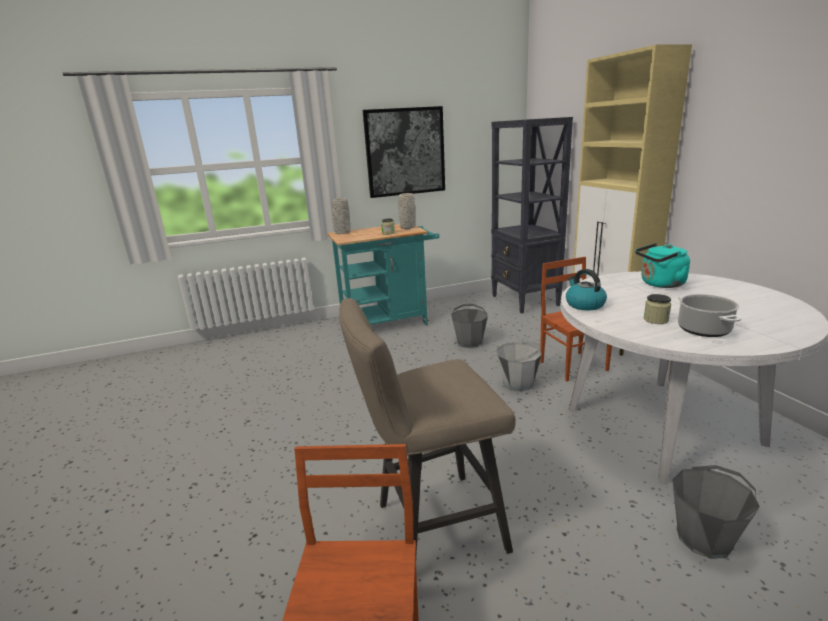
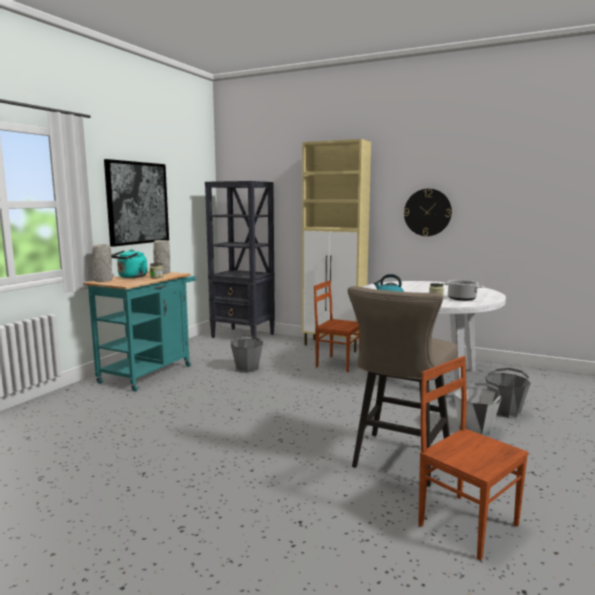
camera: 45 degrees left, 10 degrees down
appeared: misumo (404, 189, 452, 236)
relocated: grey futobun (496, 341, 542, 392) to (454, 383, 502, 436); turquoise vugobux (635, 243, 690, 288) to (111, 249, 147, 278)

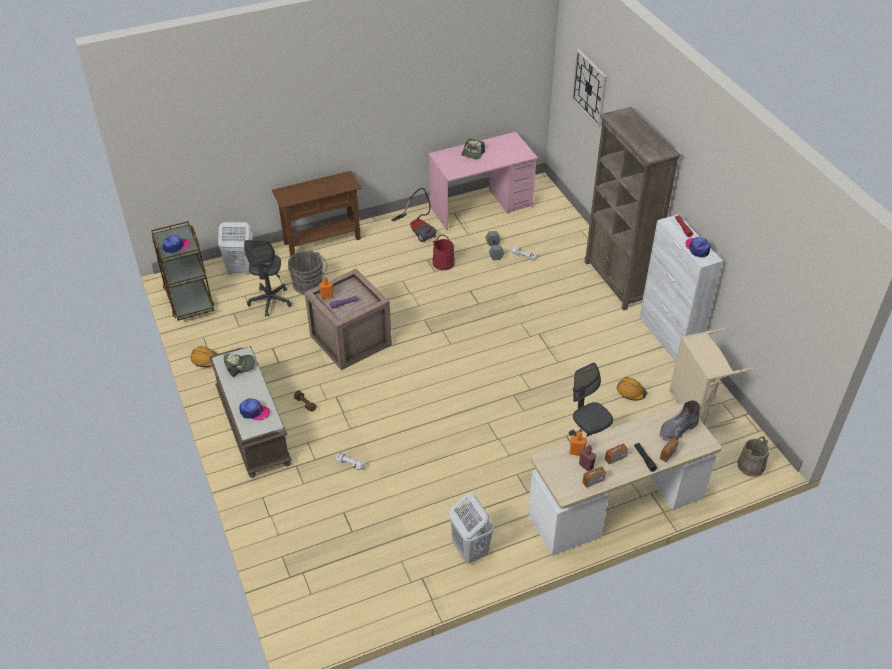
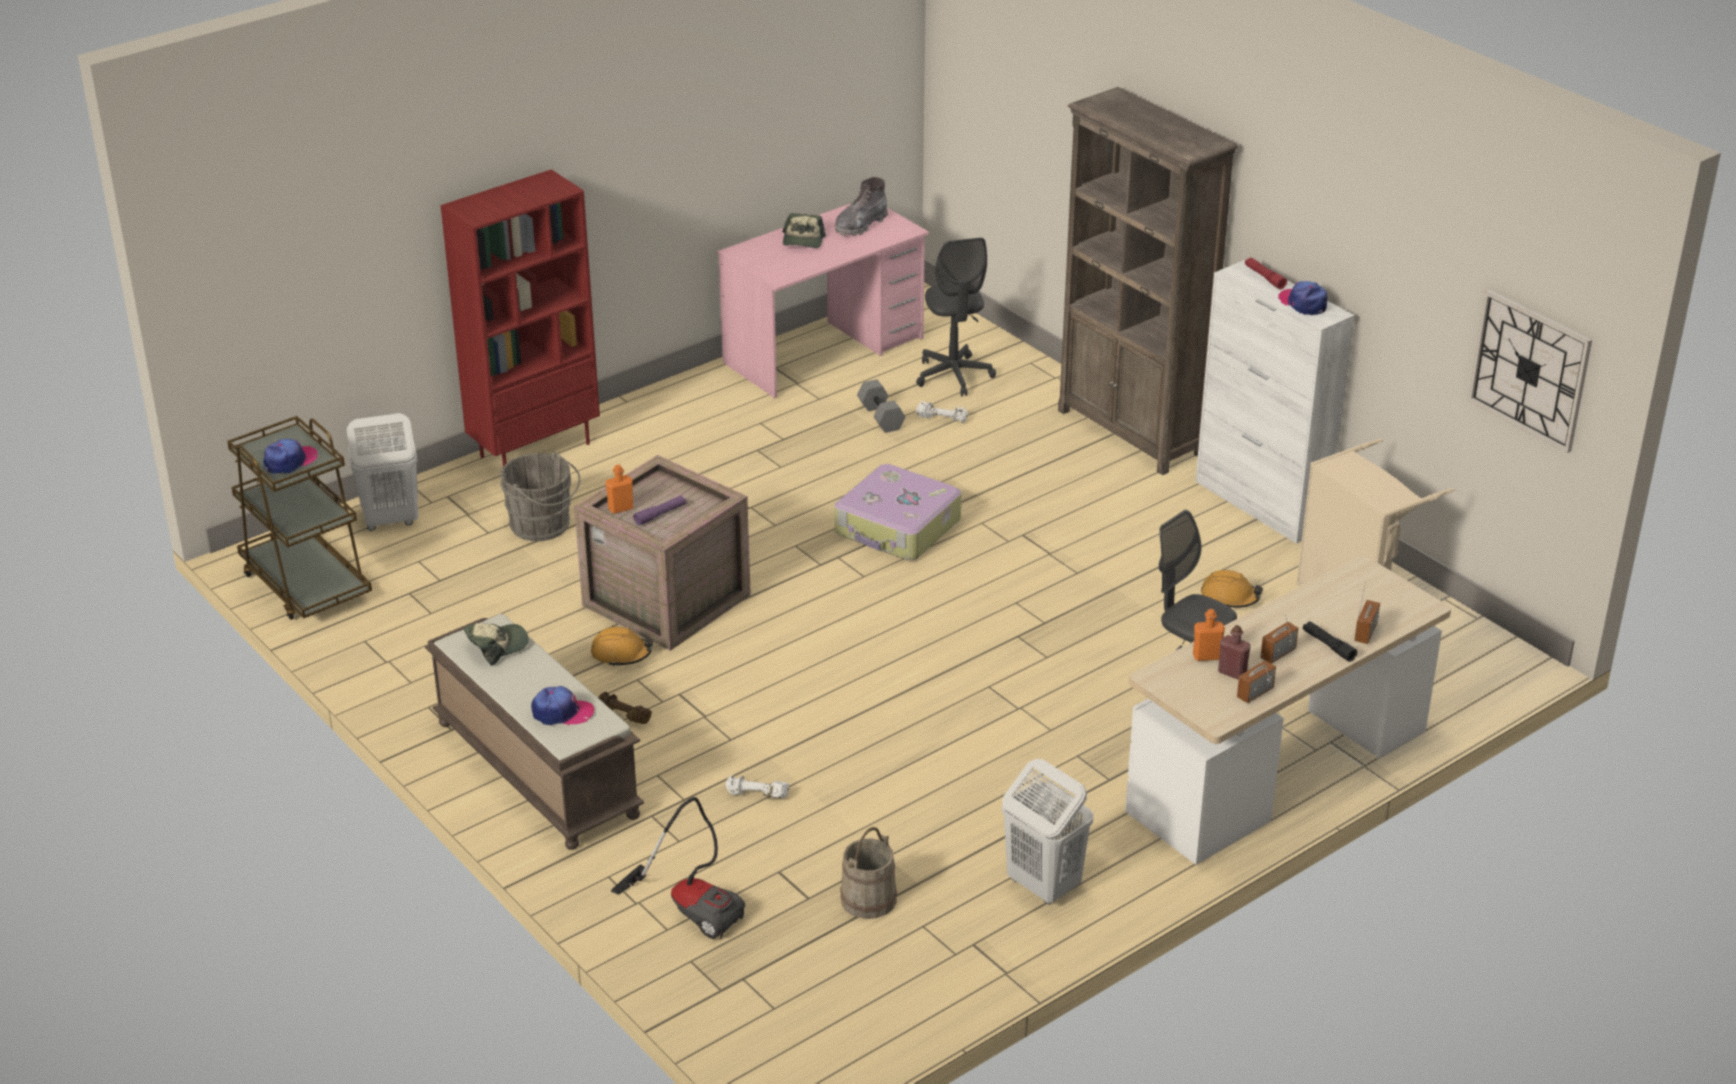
camera: 15 degrees left, 10 degrees down
missing: red futobun (432, 235, 455, 270)
appeared: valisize (834, 464, 962, 560)
relocated: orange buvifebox (191, 346, 217, 367) to (591, 627, 653, 667); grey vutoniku (244, 240, 292, 317) to (916, 238, 996, 396); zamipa (391, 188, 437, 243) to (611, 797, 745, 939); misumo (572, 49, 607, 128) to (1468, 289, 1592, 453); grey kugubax (659, 400, 701, 441) to (835, 177, 888, 236); beige futobun (738, 437, 769, 477) to (840, 827, 897, 919)
exchanged: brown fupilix (272, 171, 362, 256) to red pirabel (441, 169, 600, 466)

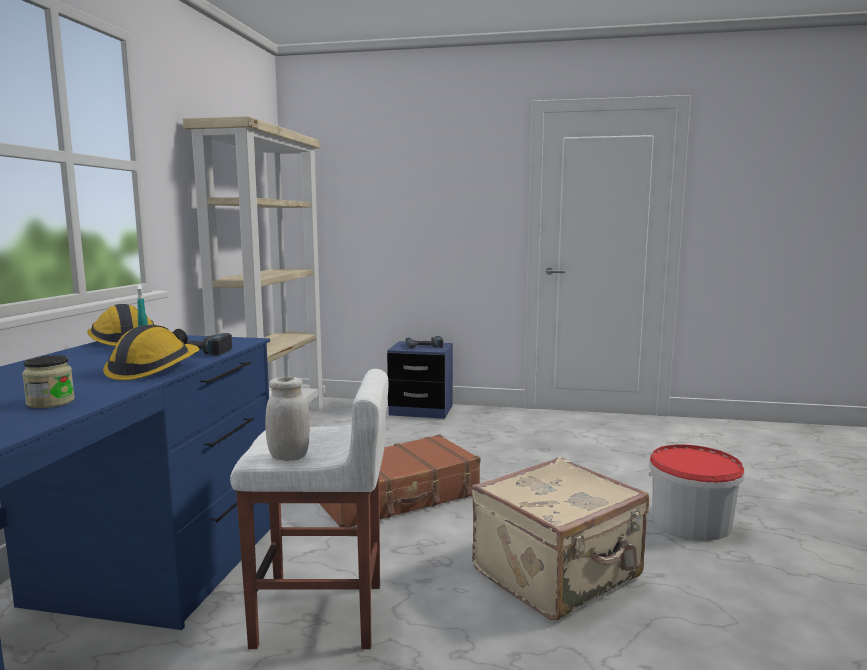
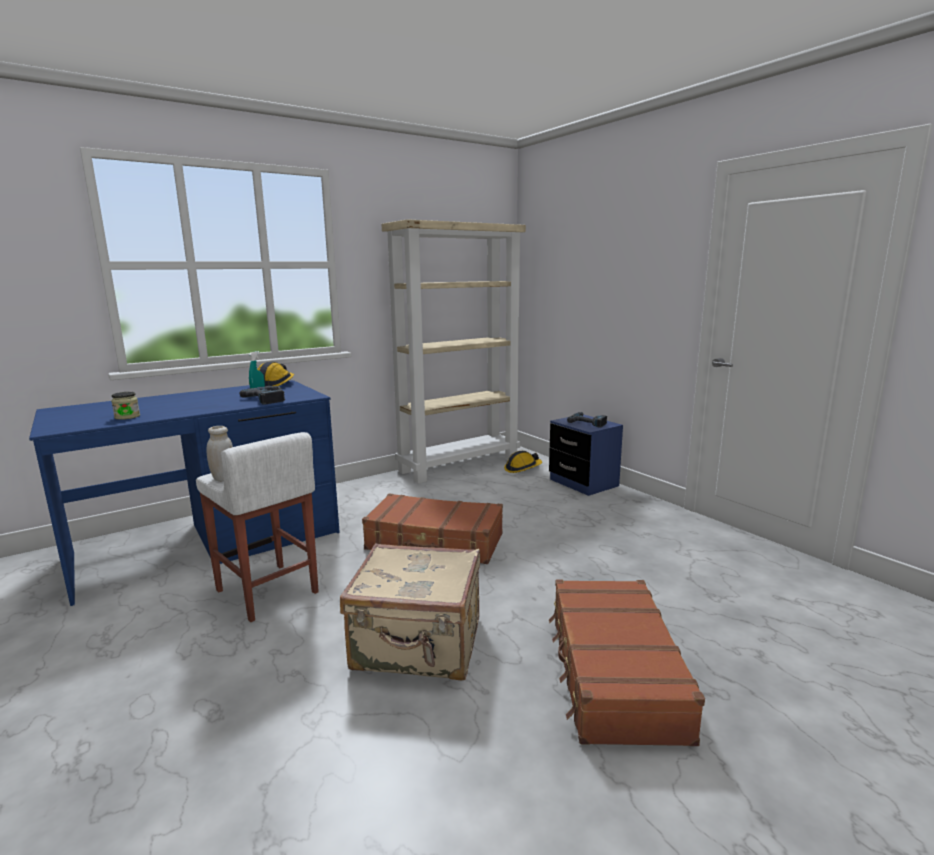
camera: 45 degrees right, 5 degrees up
relocated: buvifebox (103, 325, 200, 380) to (504, 451, 542, 473)
exchanged: futobun (649, 444, 744, 541) to brown valisize (549, 579, 705, 746)

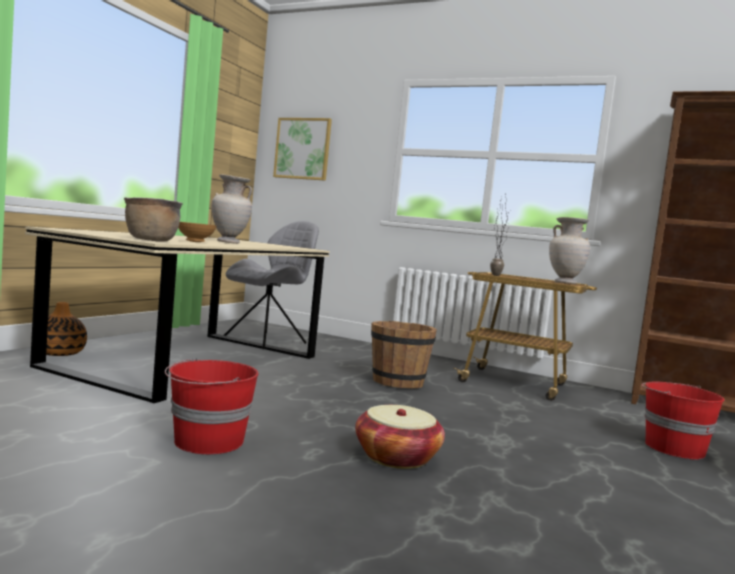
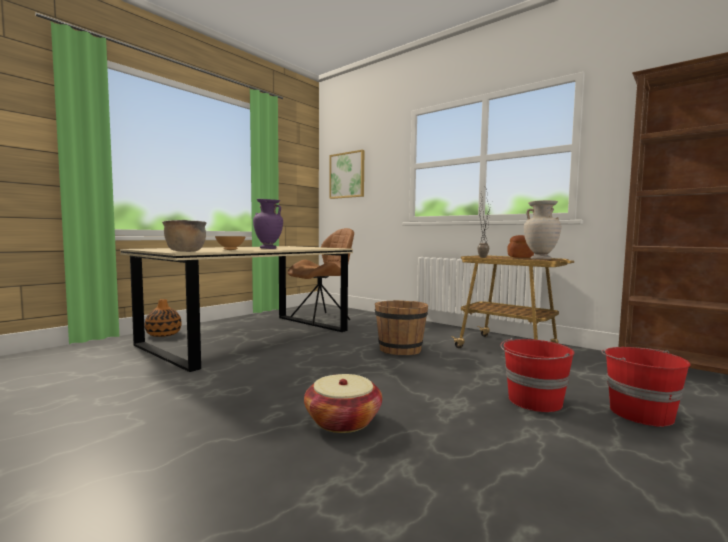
camera: 15 degrees right, 0 degrees up
appeared: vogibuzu (507, 235, 534, 258)
relocated: red futobun (165, 358, 259, 454) to (501, 338, 575, 412)
colour: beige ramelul (212, 174, 252, 244) to purple ramelul (253, 199, 283, 249); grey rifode (224, 221, 319, 349) to brown rifode (287, 228, 354, 326)

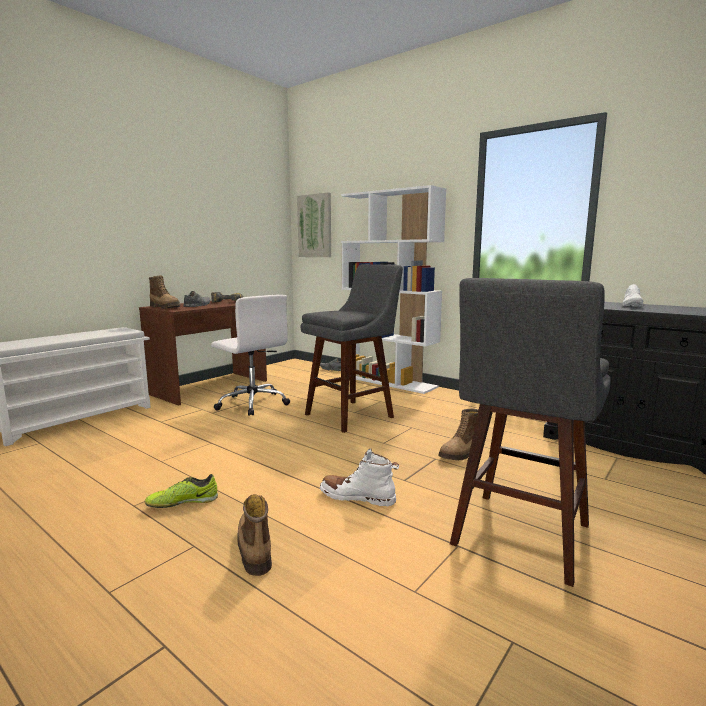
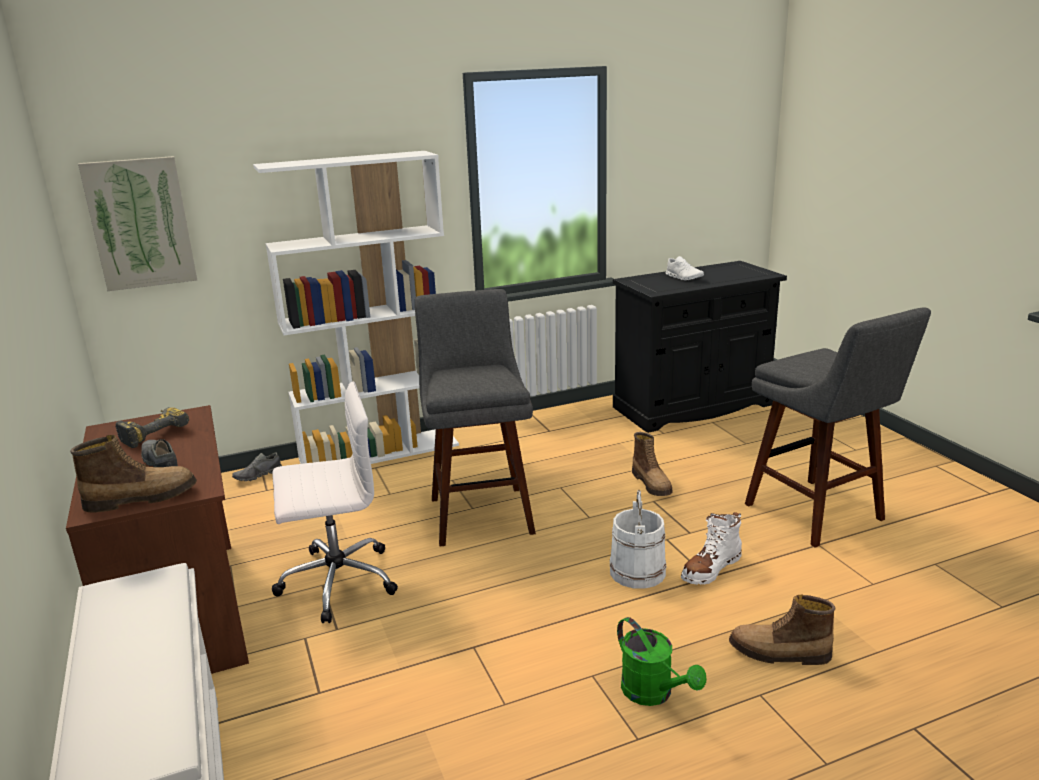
camera: 60 degrees left, 10 degrees up
appeared: white futobun (610, 490, 667, 589)
exchanged: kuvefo (145, 474, 218, 508) to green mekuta (617, 617, 706, 706)

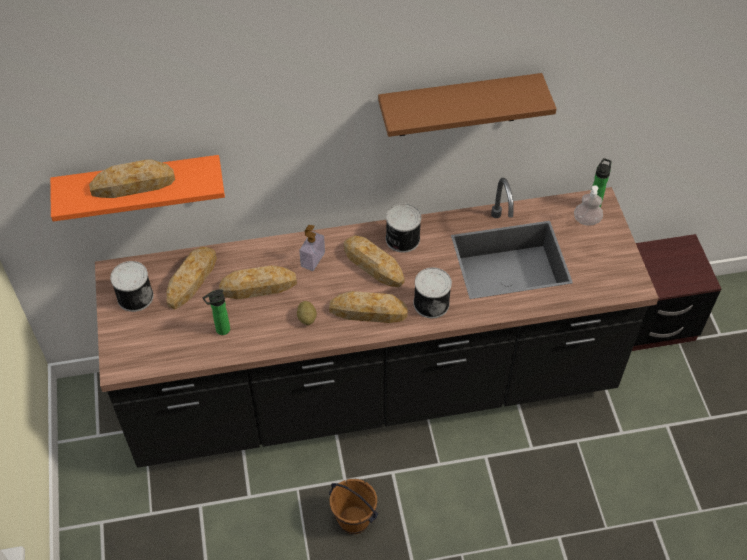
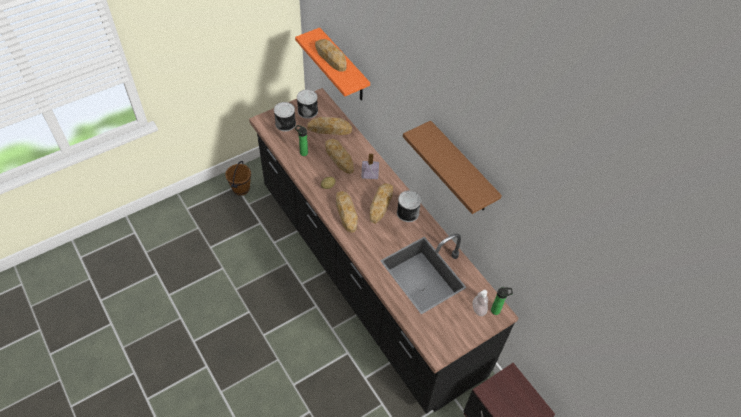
camera: 65 degrees right, 0 degrees up
relocated: brown futobun (329, 479, 379, 534) to (225, 161, 251, 196); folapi (413, 267, 452, 318) to (274, 102, 296, 131)

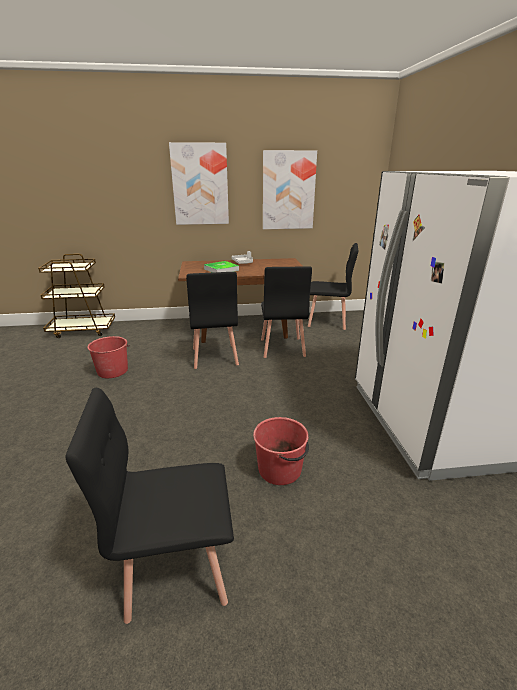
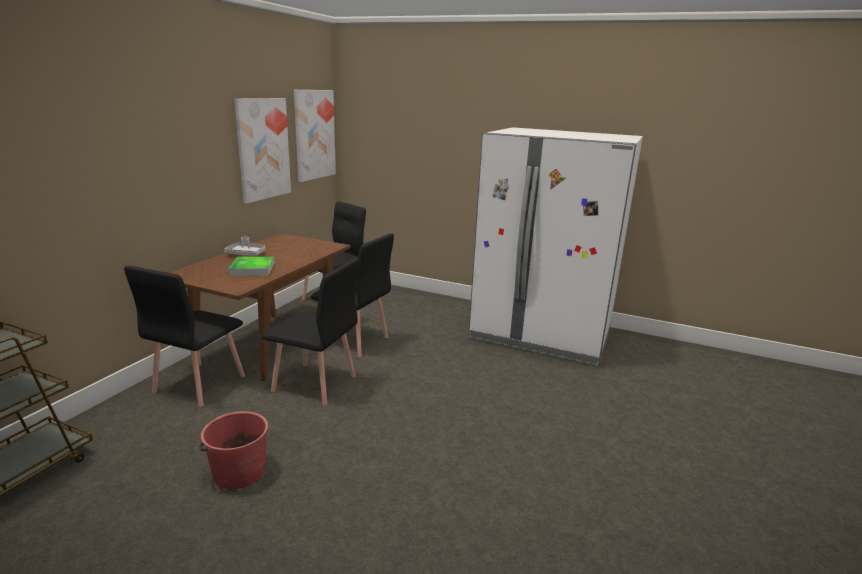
camera: 60 degrees left, 5 degrees down
missing: red futobun (253, 417, 309, 485)
relocated: black rifode (65, 388, 234, 624) to (124, 266, 245, 407); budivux (169, 142, 229, 225) to (294, 90, 336, 182)

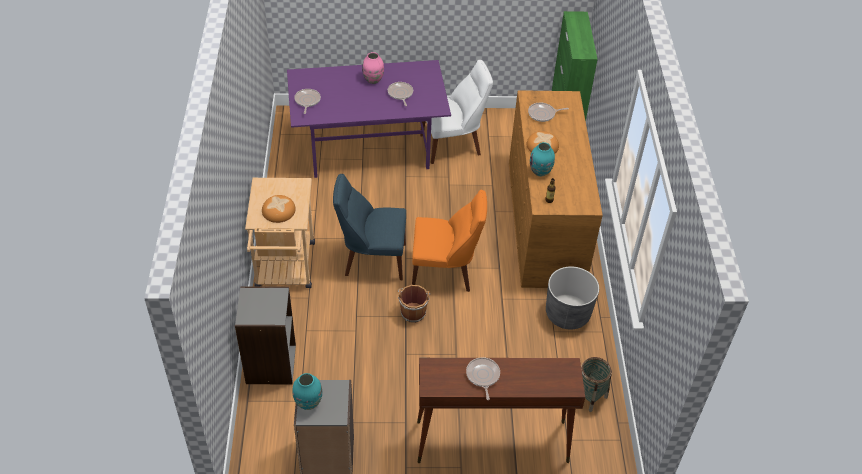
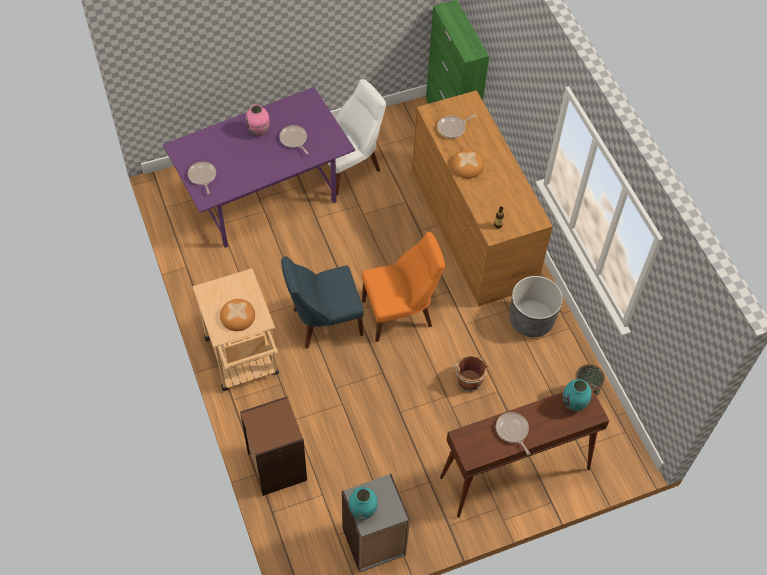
camera: 20 degrees left, 10 degrees up
relocated: brown futobun (398, 285, 430, 323) to (454, 355, 488, 392); turquoise ramelul (530, 142, 555, 177) to (563, 379, 592, 411)
colour: grey pirabel (235, 286, 296, 384) to brown pirabel (240, 397, 307, 496)

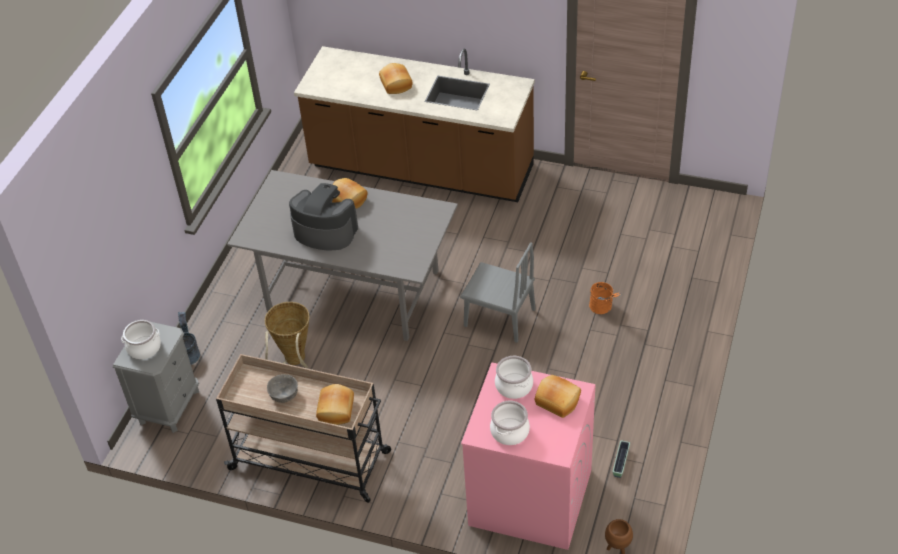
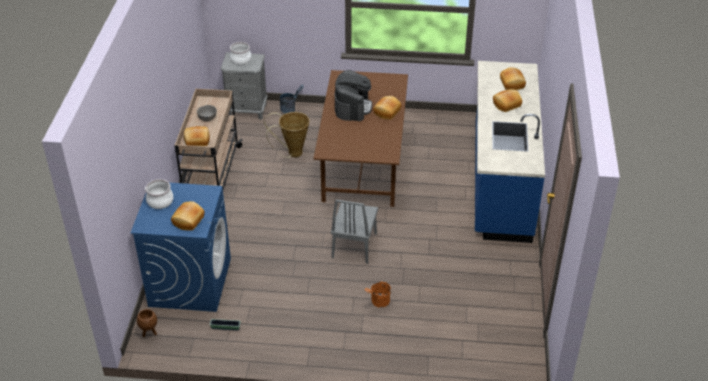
camera: 75 degrees right, 5 degrees down
missing: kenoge (495, 356, 533, 399)
appeared: vogibuzu (500, 67, 526, 90)
colour: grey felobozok (227, 170, 458, 341) to brown felobozok (314, 70, 408, 207); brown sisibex (294, 46, 535, 202) to blue sisibex (475, 61, 545, 243); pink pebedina (461, 363, 595, 550) to blue pebedina (131, 183, 231, 312)

